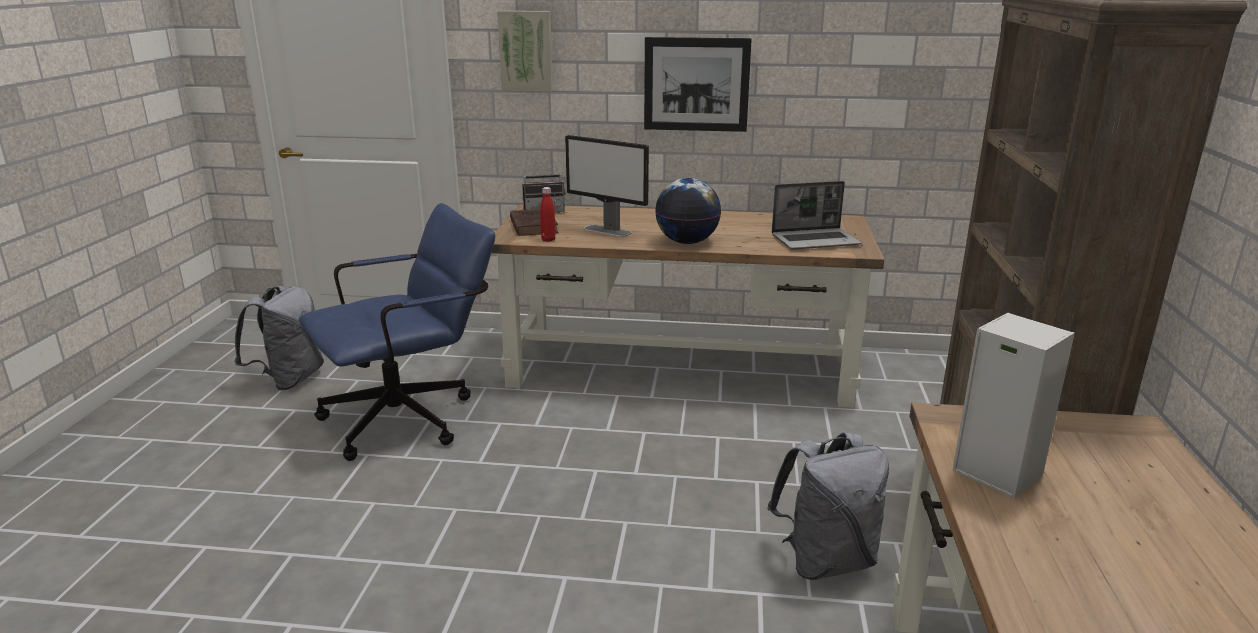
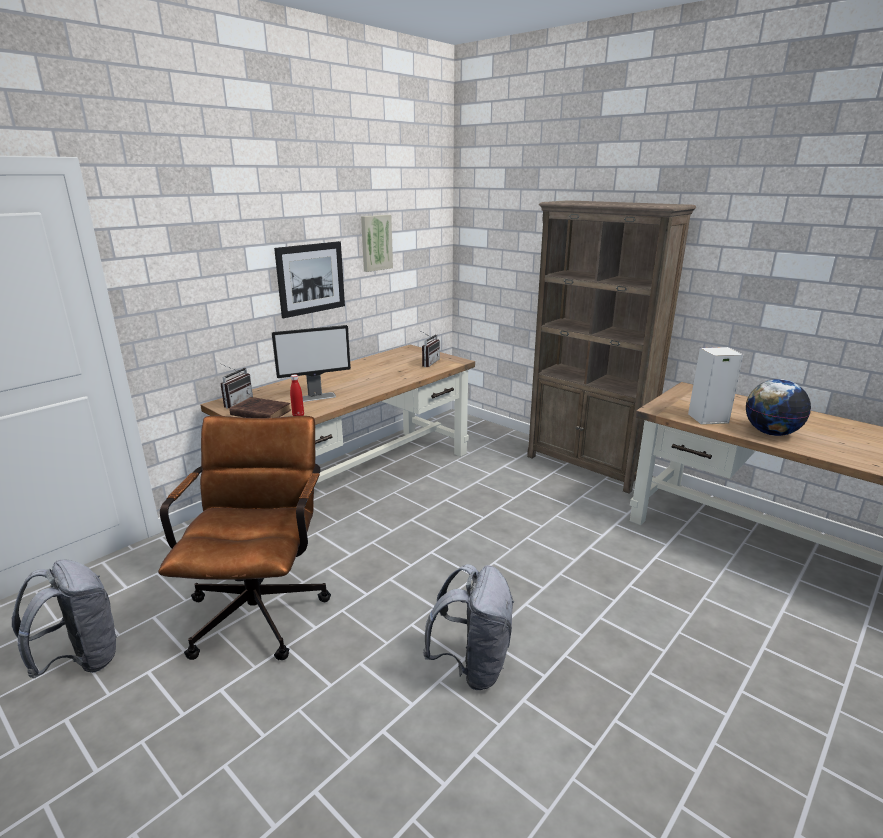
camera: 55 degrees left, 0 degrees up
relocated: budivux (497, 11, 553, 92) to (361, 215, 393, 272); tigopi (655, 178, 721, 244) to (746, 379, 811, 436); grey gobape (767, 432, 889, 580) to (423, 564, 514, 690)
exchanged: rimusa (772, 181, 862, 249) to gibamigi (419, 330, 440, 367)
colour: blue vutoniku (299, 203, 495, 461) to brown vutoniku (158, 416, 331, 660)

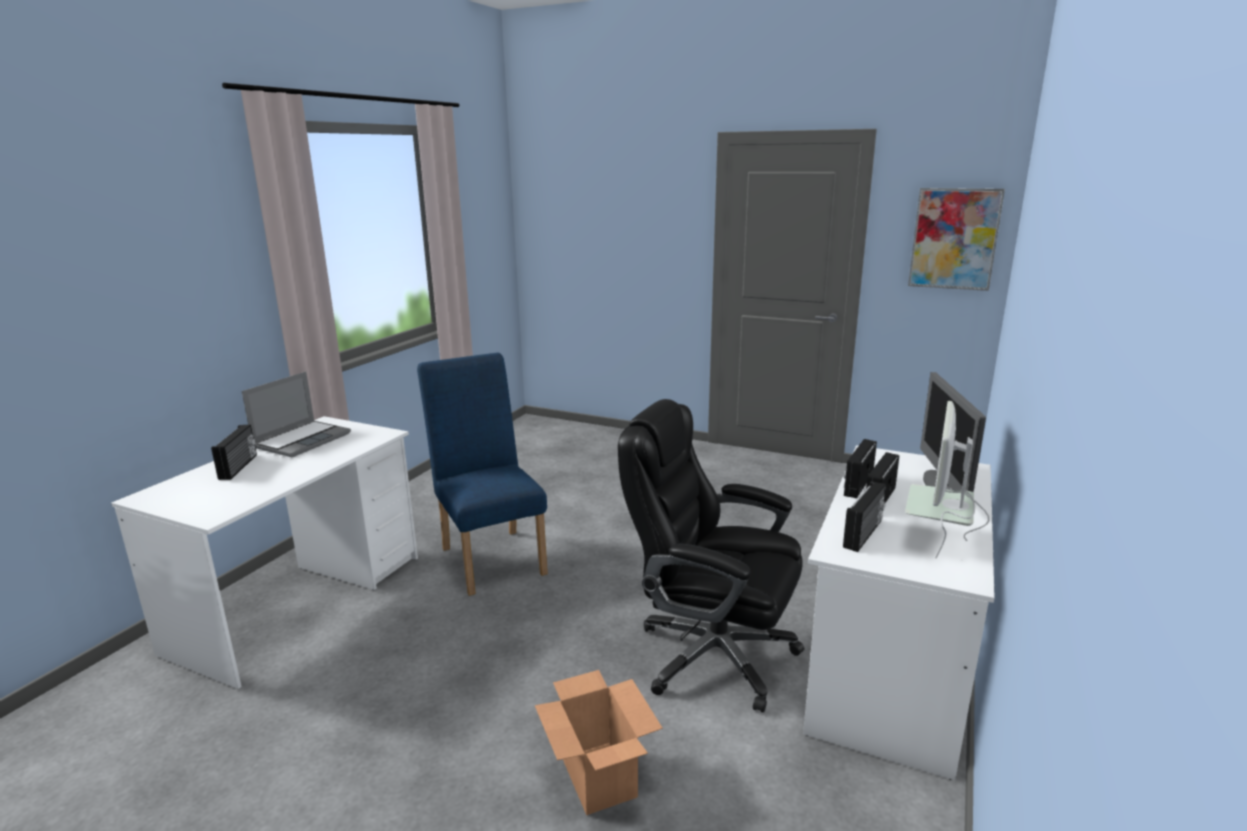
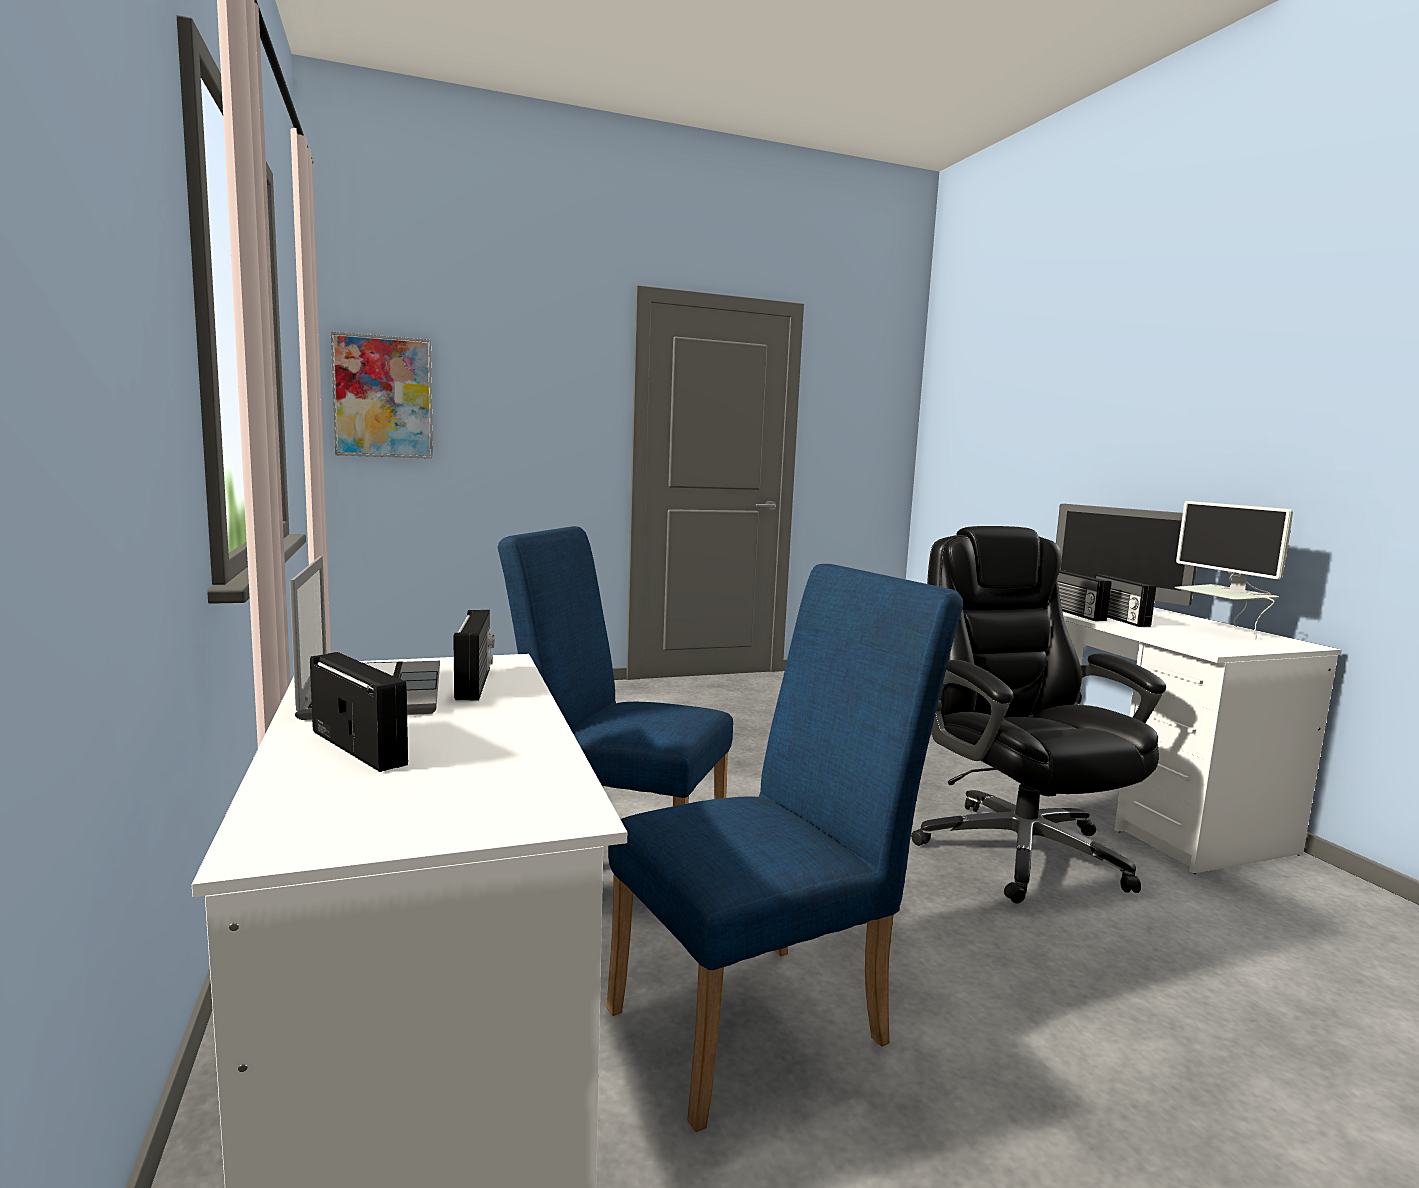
camera: 45 degrees left, 10 degrees down
missing: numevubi (535, 670, 663, 815)
appeared: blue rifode (607, 564, 963, 1132)
relocated: gibamigi (843, 481, 886, 552) to (453, 610, 494, 701); budivux (908, 188, 1005, 291) to (331, 332, 433, 459)
spun: black vutoniku (618, 399, 804, 713) = (911, 526, 1166, 904) 90 degrees clockwise

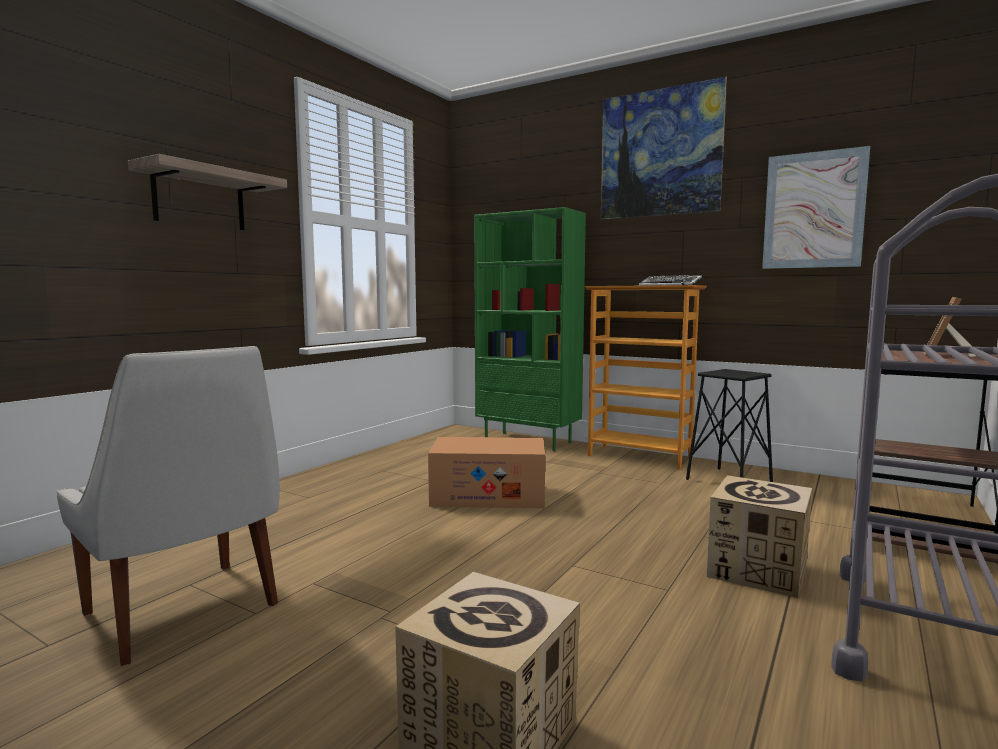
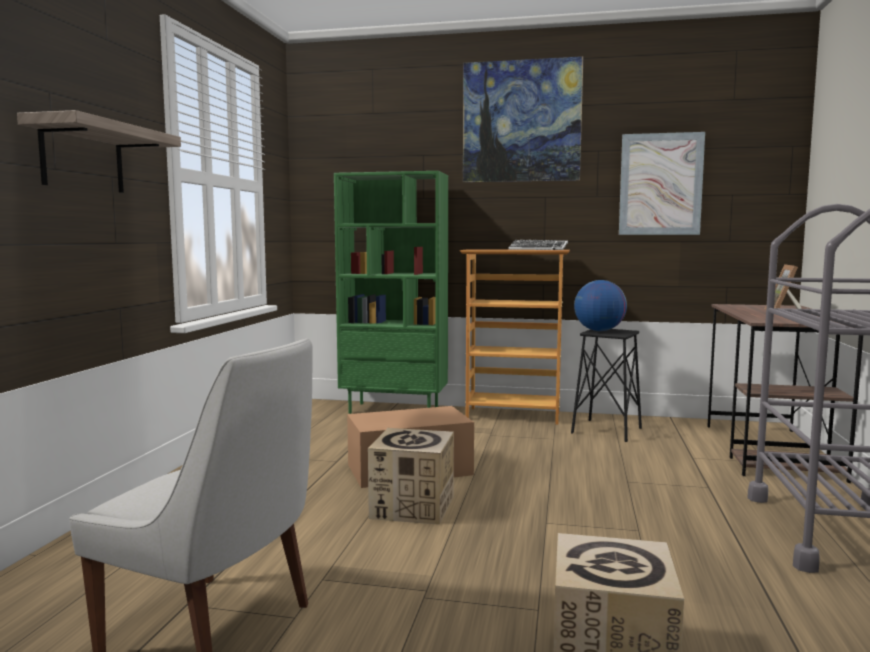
camera: 20 degrees left, 0 degrees up
appeared: tigopi (574, 280, 627, 331)
relocated: numevubi (707, 475, 812, 598) to (368, 428, 454, 525)

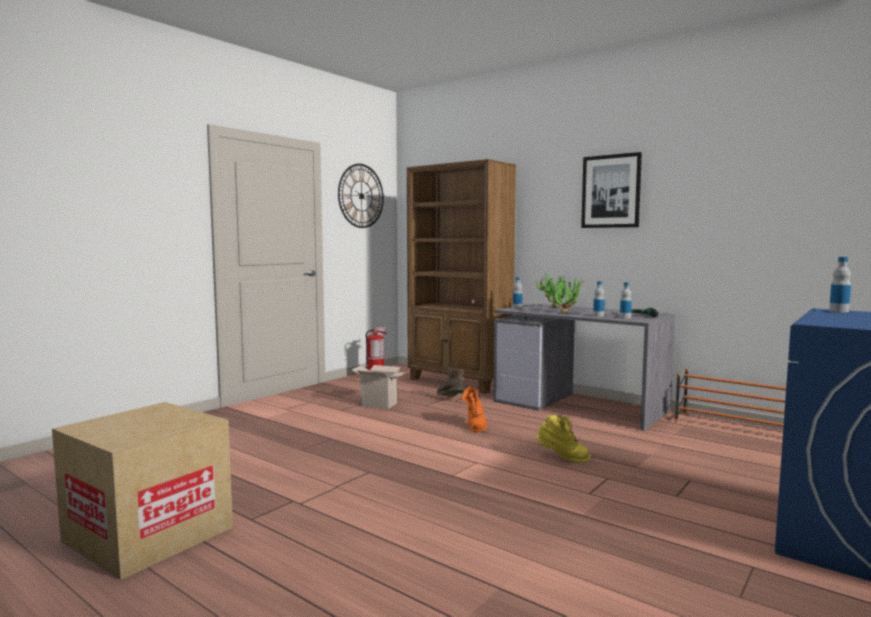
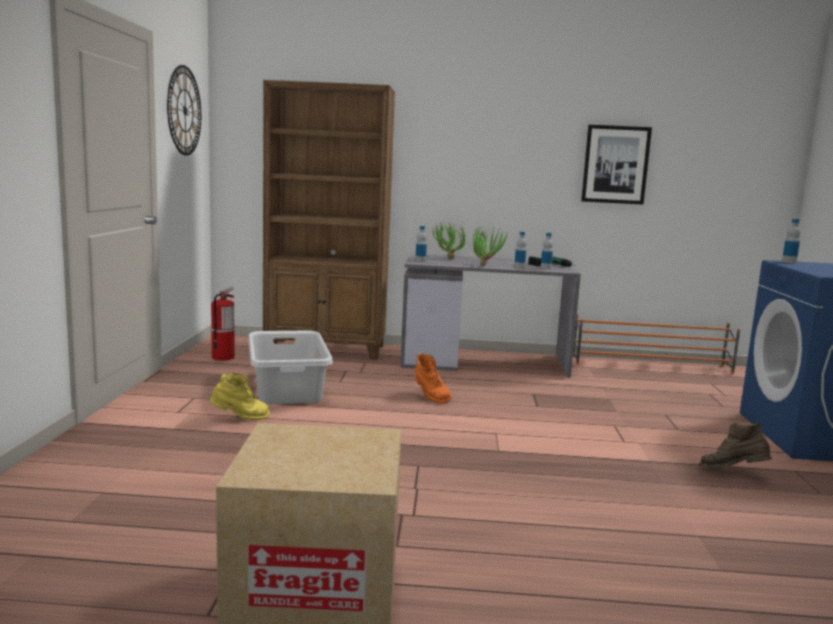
camera: 35 degrees left, 5 degrees up
relocated: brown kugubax (436, 369, 464, 397) to (699, 423, 772, 468); yellow kugubax (537, 415, 590, 463) to (210, 373, 269, 420); budivux (581, 152, 642, 228) to (581, 125, 652, 204)
exchanged: numevubi (352, 365, 406, 409) to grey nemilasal (248, 330, 333, 404)

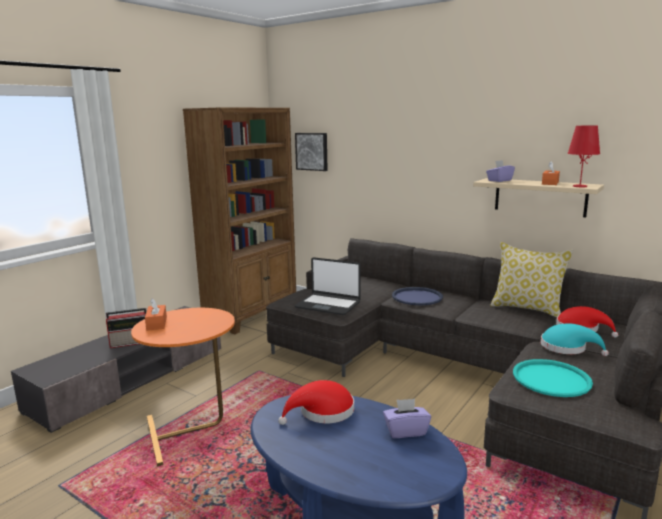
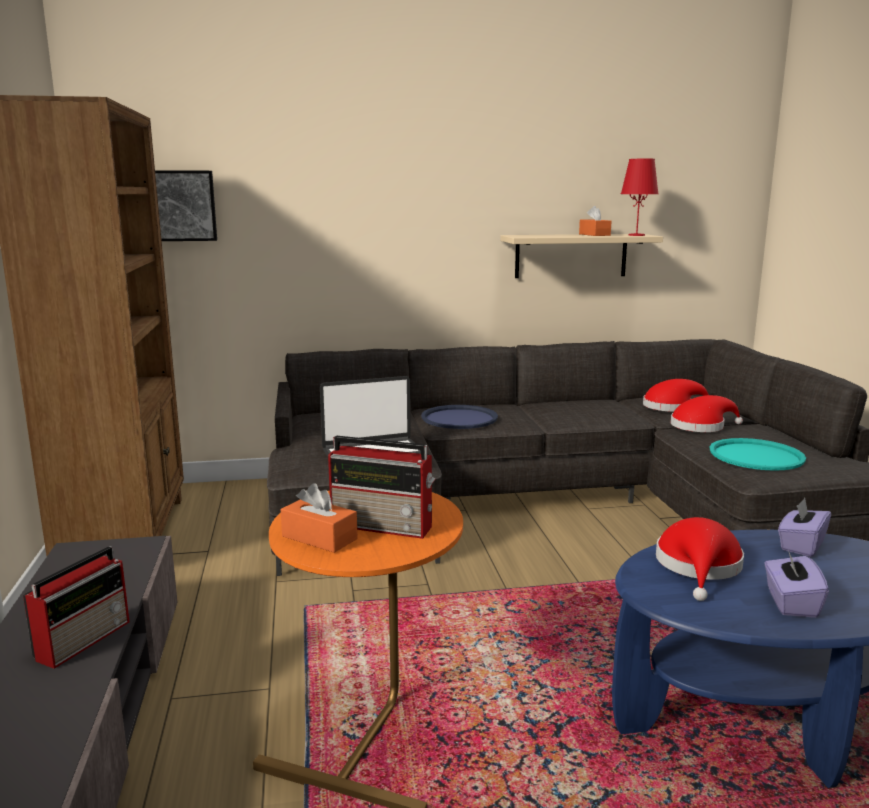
camera: 45 degrees left, 0 degrees up
missing: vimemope (490, 242, 573, 317)
appeared: gibamigi (328, 436, 436, 539)
relocated: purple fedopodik (486, 160, 515, 182) to (764, 551, 829, 618)
colour: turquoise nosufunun (541, 324, 609, 356) to red nosufunun (671, 395, 743, 432)

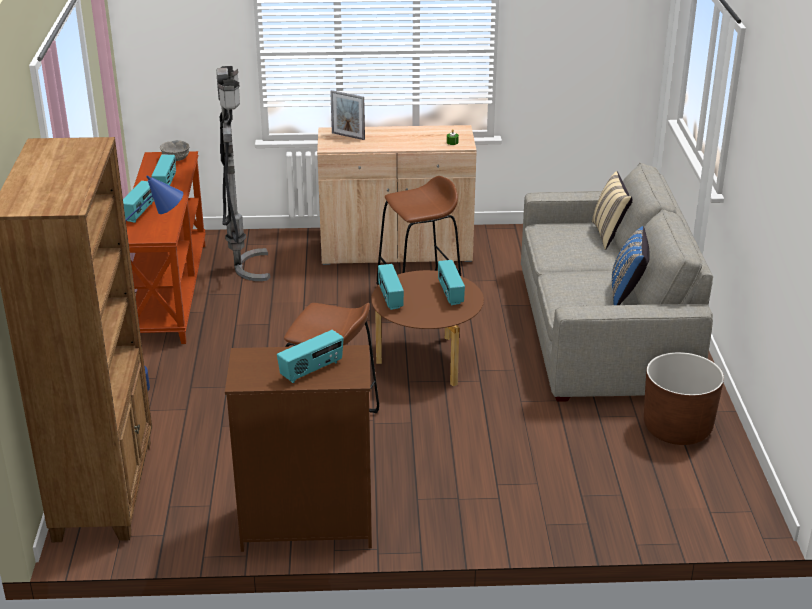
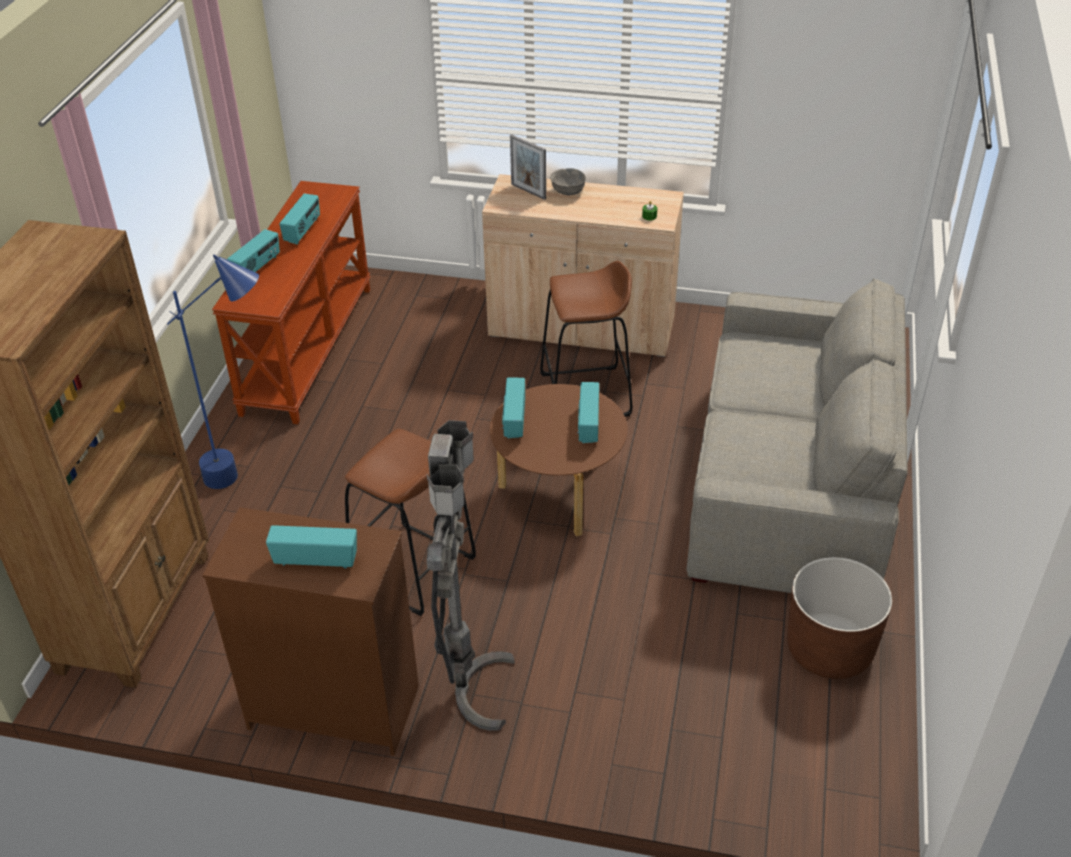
camera: 15 degrees right, 10 degrees up
missing: beige vimemope (592, 171, 632, 250); blue vimemope (612, 226, 650, 305)
relocated: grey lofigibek (160, 140, 190, 161) to (550, 168, 586, 195); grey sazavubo (216, 66, 270, 281) to (426, 420, 515, 731)
spun: gibamigi (277, 330, 344, 383) = (266, 525, 357, 568) 150 degrees counterclockwise

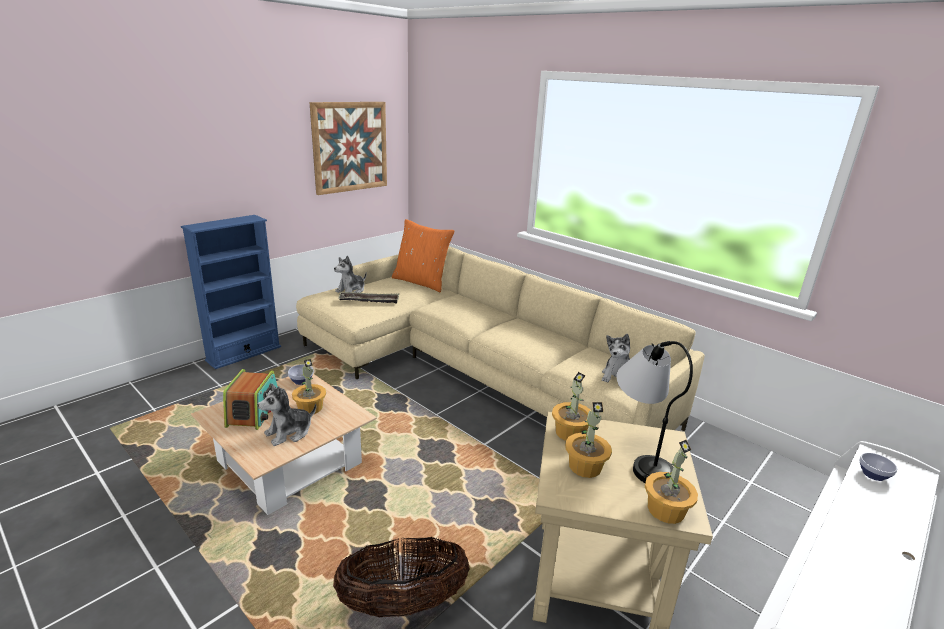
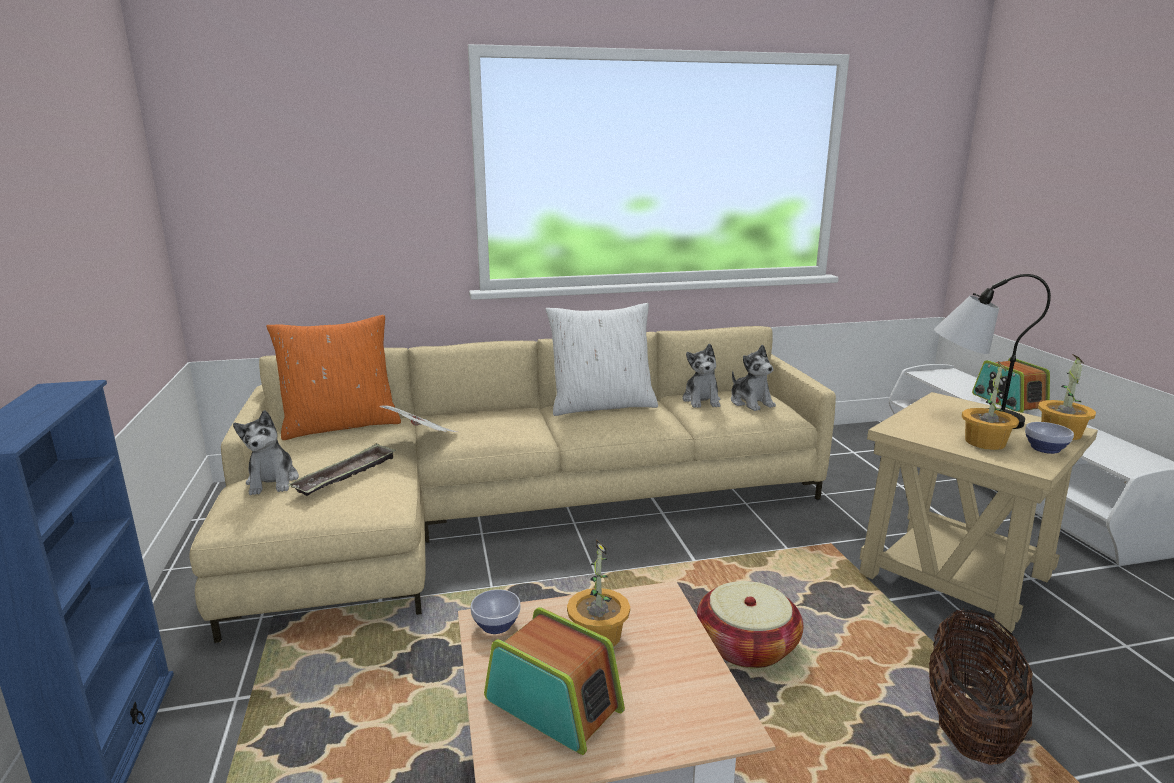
camera: 55 degrees left, 5 degrees down
missing: budivux (309, 102, 387, 195); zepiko (552, 372, 590, 441)
appeared: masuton (379, 405, 458, 432); white vimemope (546, 303, 658, 416); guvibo (697, 581, 803, 668); gibamigi (972, 358, 1050, 413)
relocated: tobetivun (258, 383, 316, 446) to (683, 344, 720, 408); lofigibek (859, 453, 897, 481) to (1025, 422, 1074, 454)

